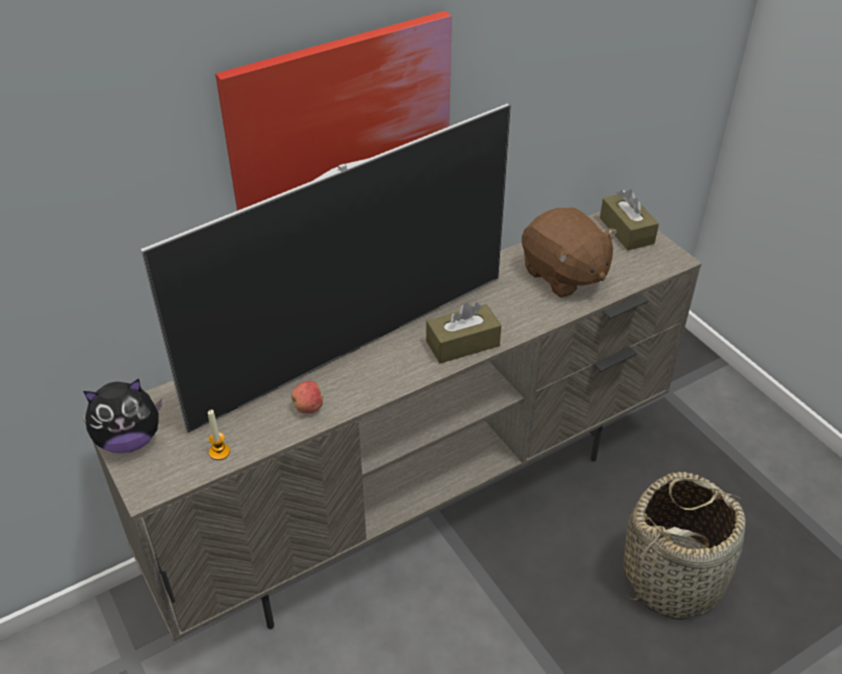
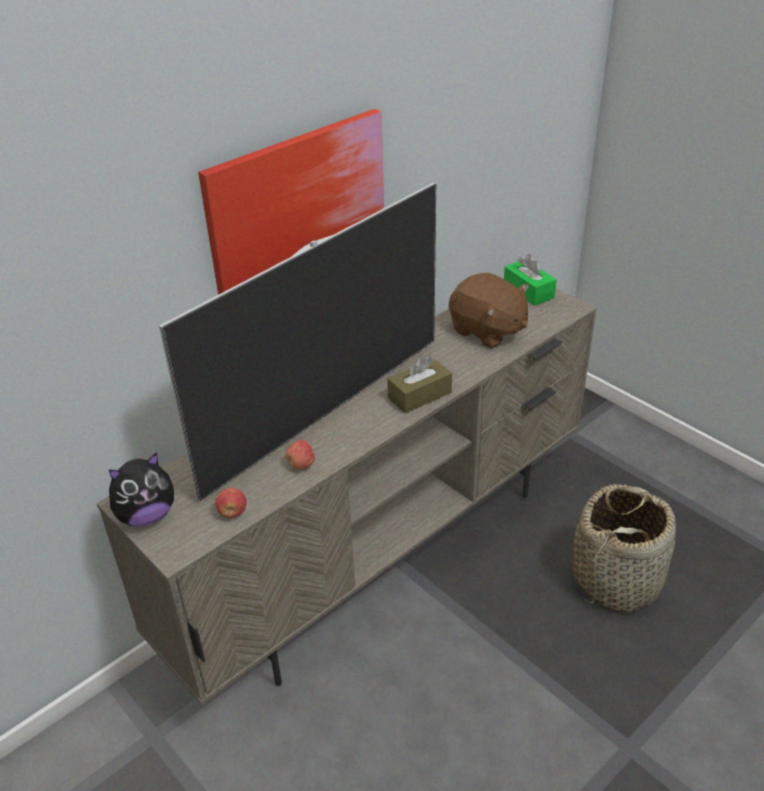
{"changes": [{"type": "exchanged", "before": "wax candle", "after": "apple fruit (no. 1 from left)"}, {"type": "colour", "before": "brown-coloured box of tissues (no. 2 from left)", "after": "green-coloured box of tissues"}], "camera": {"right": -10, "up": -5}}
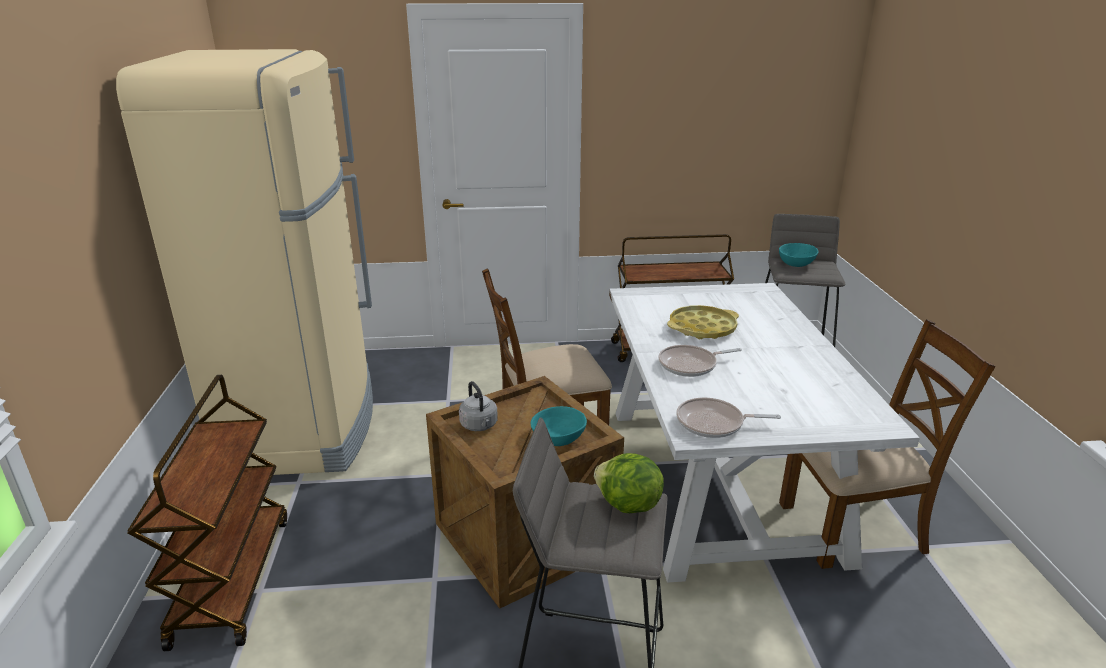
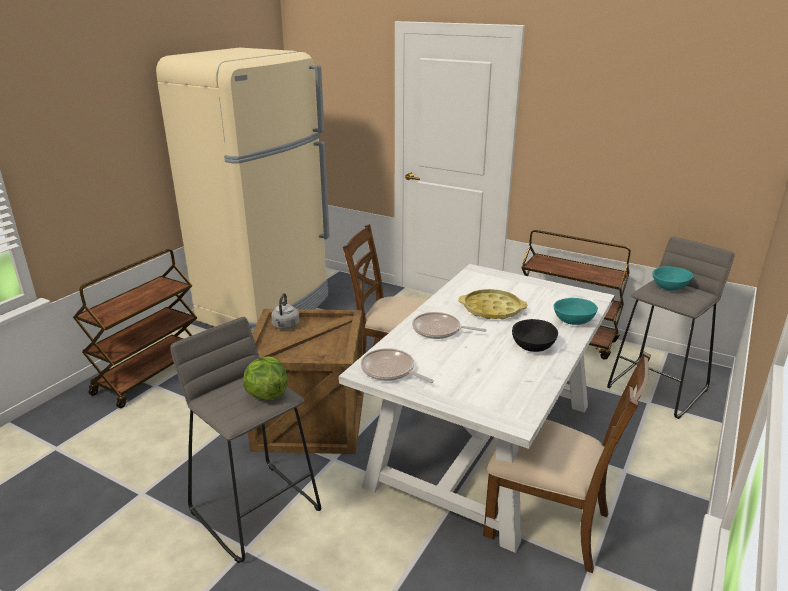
{"changes": [{"type": "appeared", "after": "black deep dish"}, {"type": "relocated", "before": "turquoise deep dish (no. 1 from left)"}], "camera": {"right": 35, "up": 0}}
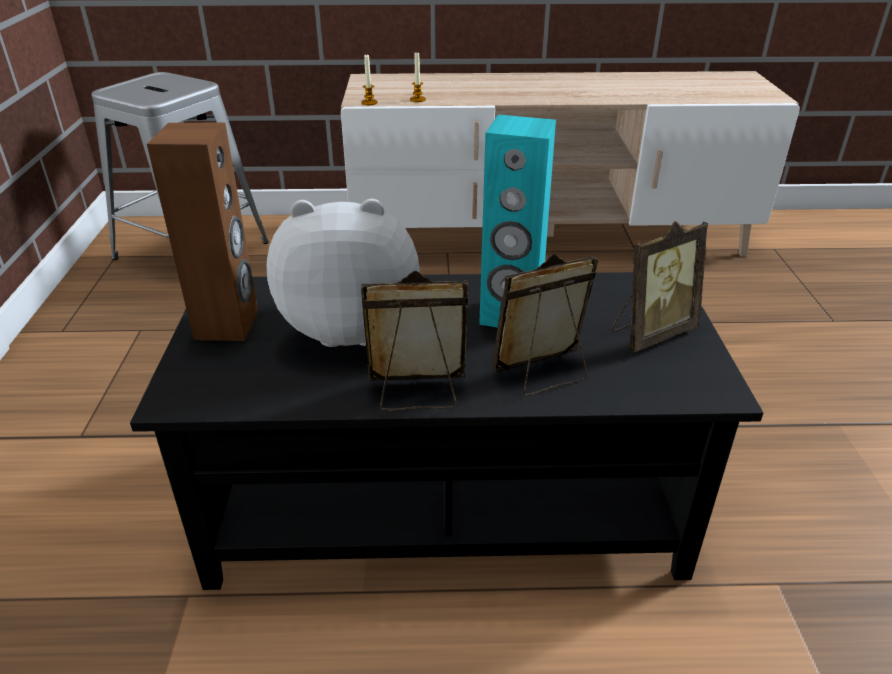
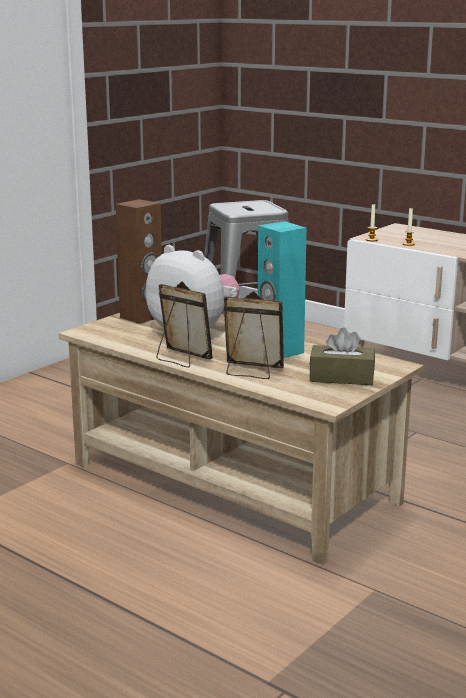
{"changes": [{"type": "exchanged", "before": "standing frame (no. 3 from left)", "after": "brown-coloured box of tissues"}, {"type": "colour", "before": "black lounge table", "after": "beige-coloured lounge table"}], "camera": {"right": 40, "up": -15}}
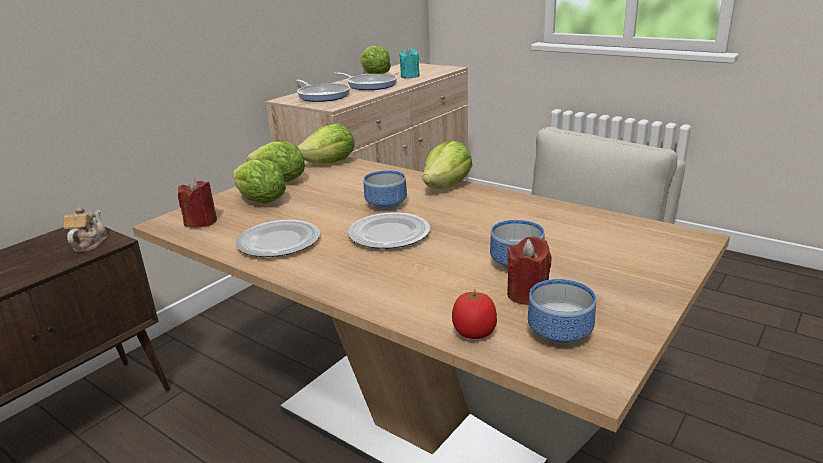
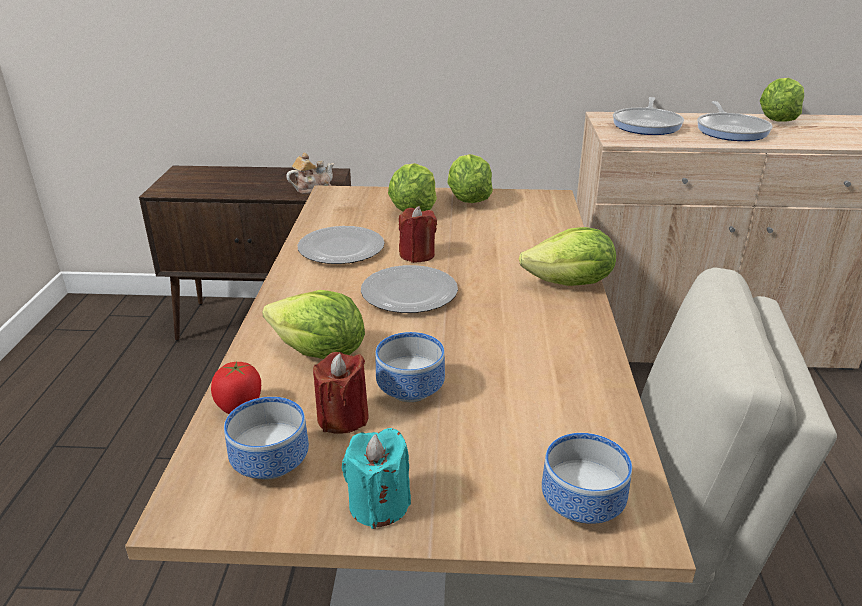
{"changes": [{"type": "relocated", "before": "reddish wax candle (no. 1 from left in the first image)", "after": "reddish wax candle (no. 2 from left)"}, {"type": "relocated", "before": "lettuce head (no. 3 from left in the first image)", "after": "lettuce head (no. 1 from left)"}, {"type": "relocated", "before": "deep dish (no. 1 from left in the first image)", "after": "deep dish (no. 3 from left)"}, {"type": "relocated", "before": "turquoise wax candle"}], "camera": {"right": 55, "up": 5}}
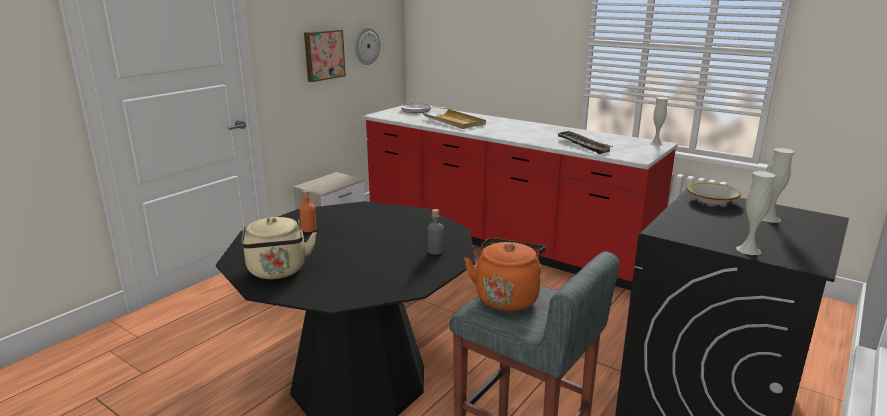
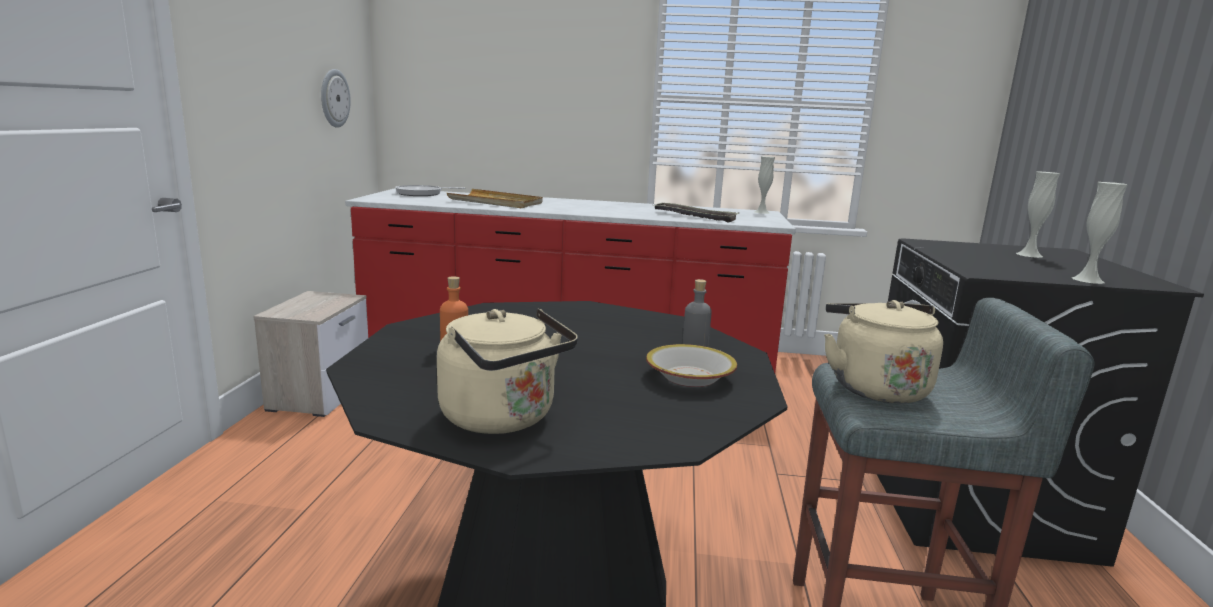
{"changes": [{"type": "missing", "before": "wall art"}, {"type": "relocated", "before": "deep dish"}, {"type": "colour", "before": "orangey water kettle", "after": "beige-coloured water kettle (no. 2 from left)"}], "camera": {"right": -30, "up": -5}}
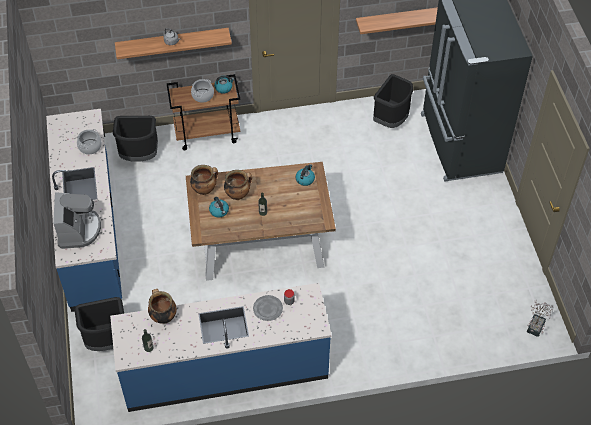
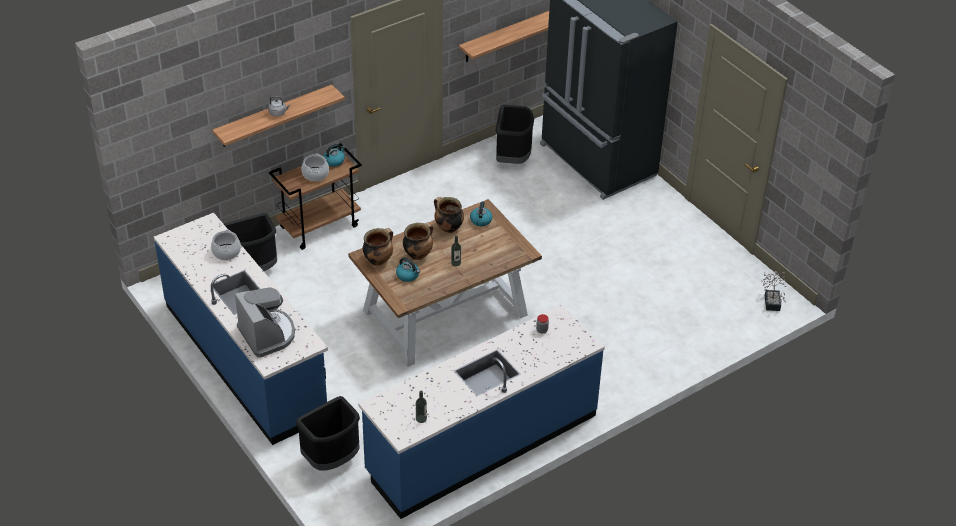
{"changes": [{"type": "missing", "before": "grey plate"}, {"type": "relocated", "before": "saucepot (no. 2 from left in the first image)", "after": "saucepot (no. 5 from left)"}], "camera": {"right": -25, "up": -10}}
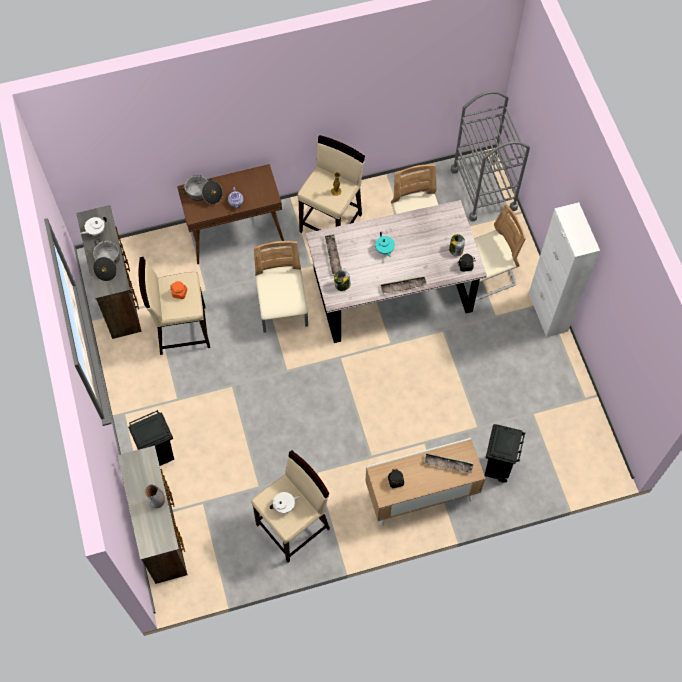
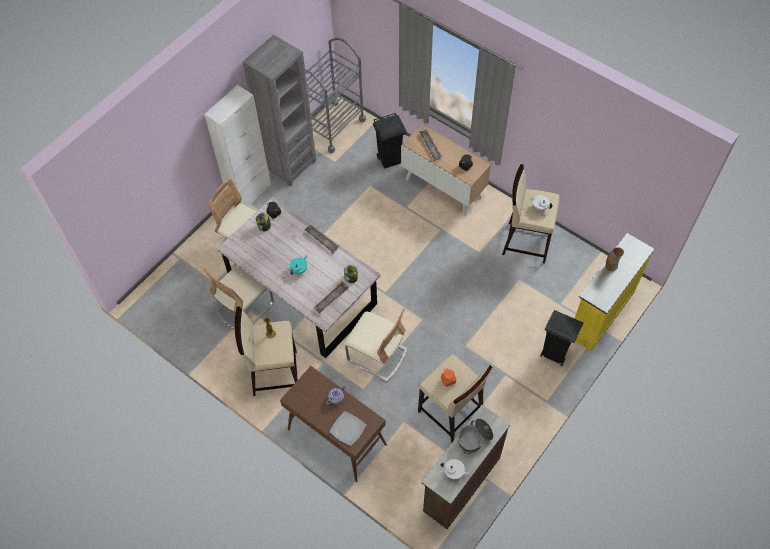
{"changes": [{"type": "appeared", "after": "grey bookshelf"}, {"type": "relocated", "before": "grey wheeled cart"}, {"type": "exchanged", "before": "saucepot (no. 2 from left)", "after": "plate"}, {"type": "colour", "before": "brown-coloured drawer chest (no. 2 from left)", "after": "yellow-coloured drawer chest"}, {"type": "spun", "before": "beige-coloured chair (no. 1 from left in the first image)", "turn": -105}], "camera": {"right": -125, "up": -5}}
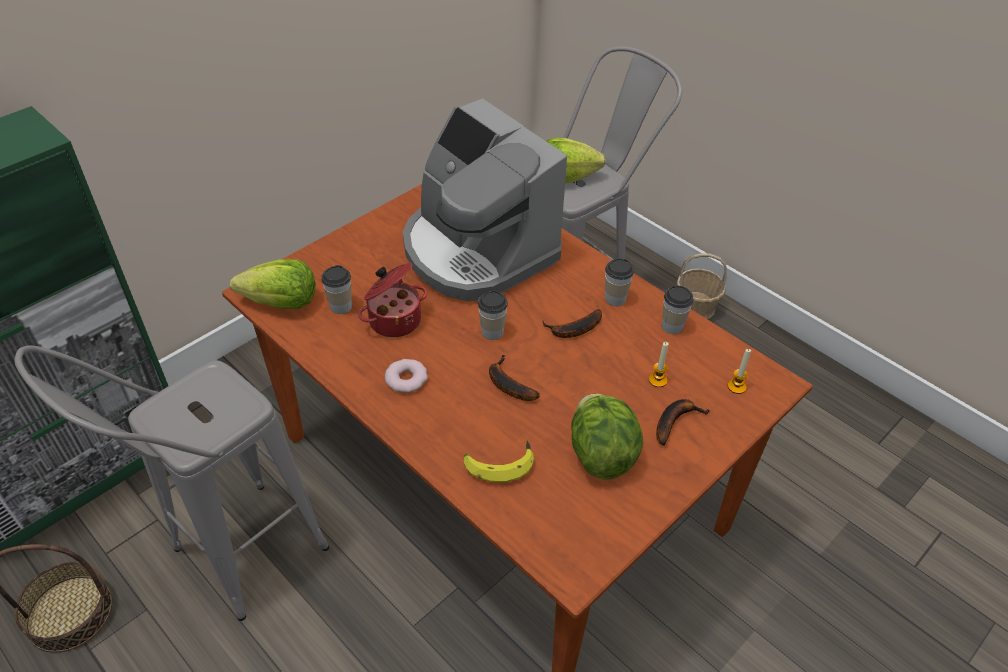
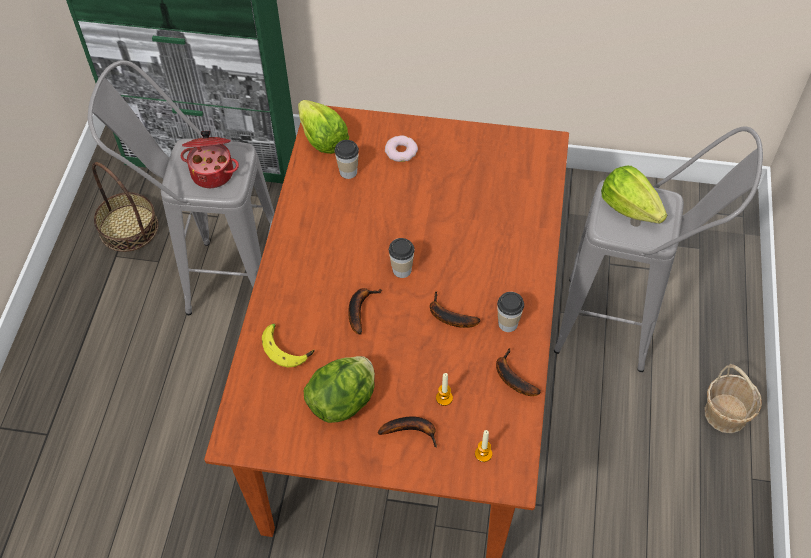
{"changes": [{"type": "missing", "before": "coffee maker"}, {"type": "relocated", "before": "saucepot"}, {"type": "relocated", "before": "doughnut"}, {"type": "exchanged", "before": "cup (no. 4 from left)", "after": "banana (no. 5 from left)"}], "camera": {"right": 55, "up": 10}}
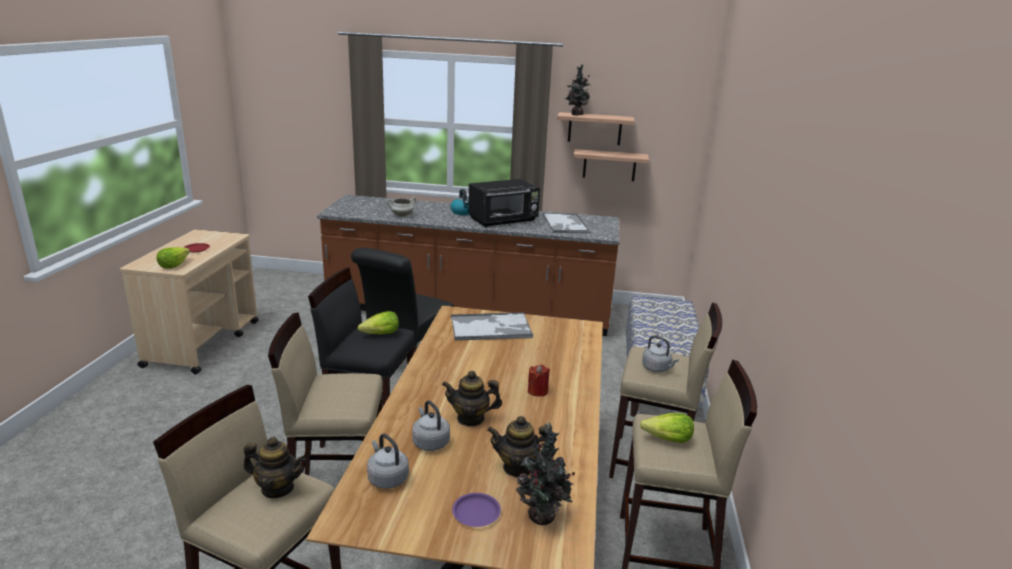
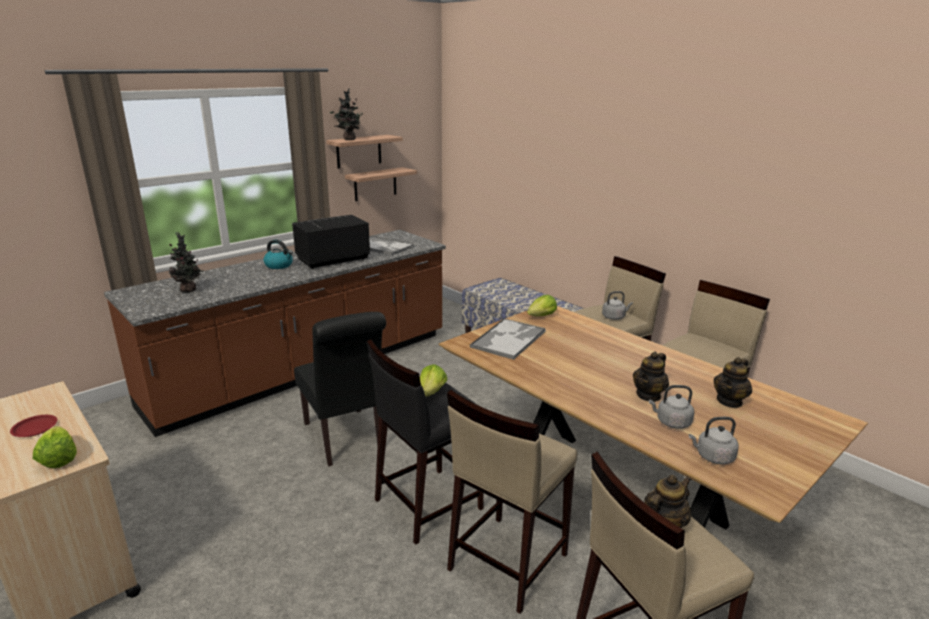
{"changes": [{"type": "missing", "before": "whitish saucepot"}, {"type": "missing", "before": "purple-coloured plate"}, {"type": "missing", "before": "reddish wax candle"}, {"type": "relocated", "before": "potted plant (no. 1 from left)"}, {"type": "relocated", "before": "lettuce head (no. 3 from left)"}, {"type": "spun", "before": "black microwave", "turn": -135}], "camera": {"right": -50, "up": 0}}
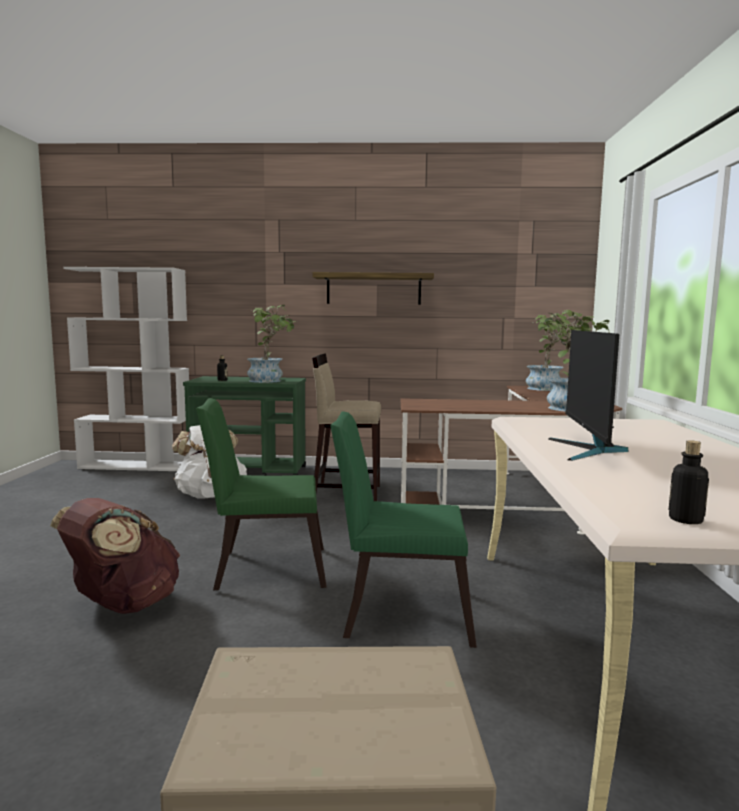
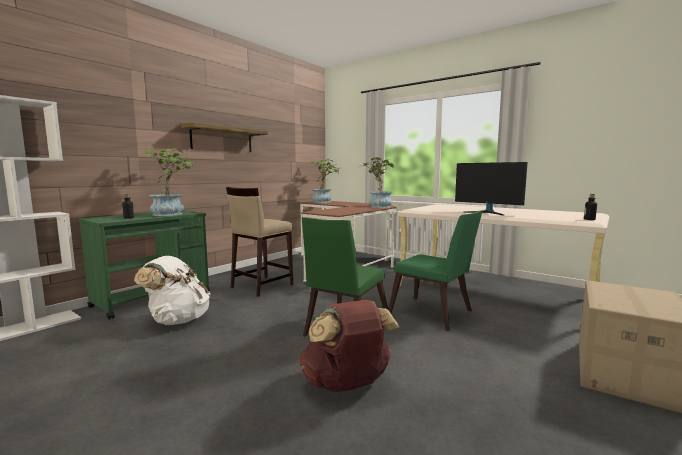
{"changes": [{"type": "spun", "before": "green-coloured chair (no. 2 from left)", "turn": -90}], "camera": {"right": -55, "up": 0}}
